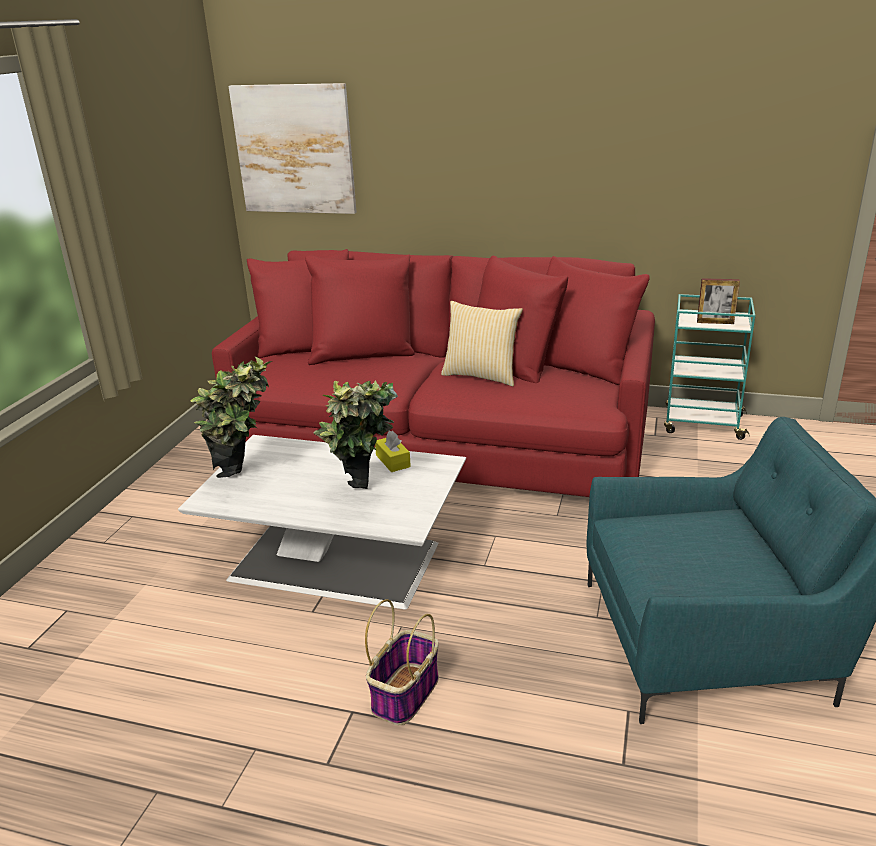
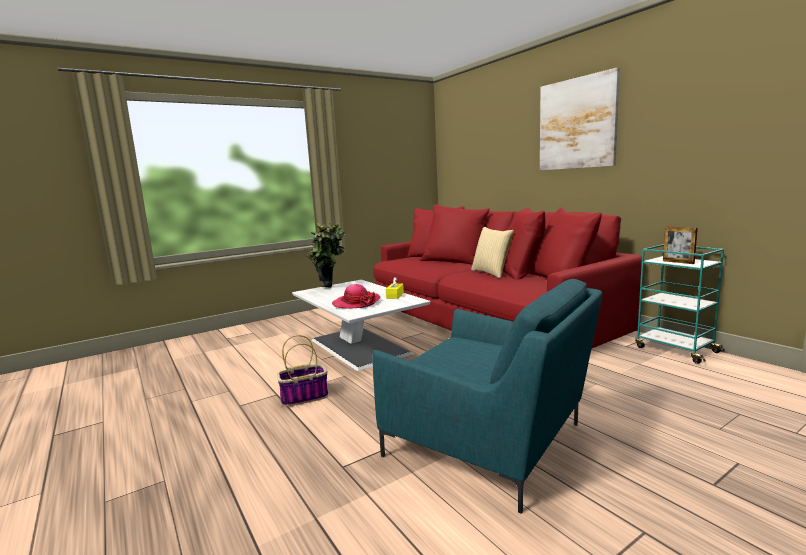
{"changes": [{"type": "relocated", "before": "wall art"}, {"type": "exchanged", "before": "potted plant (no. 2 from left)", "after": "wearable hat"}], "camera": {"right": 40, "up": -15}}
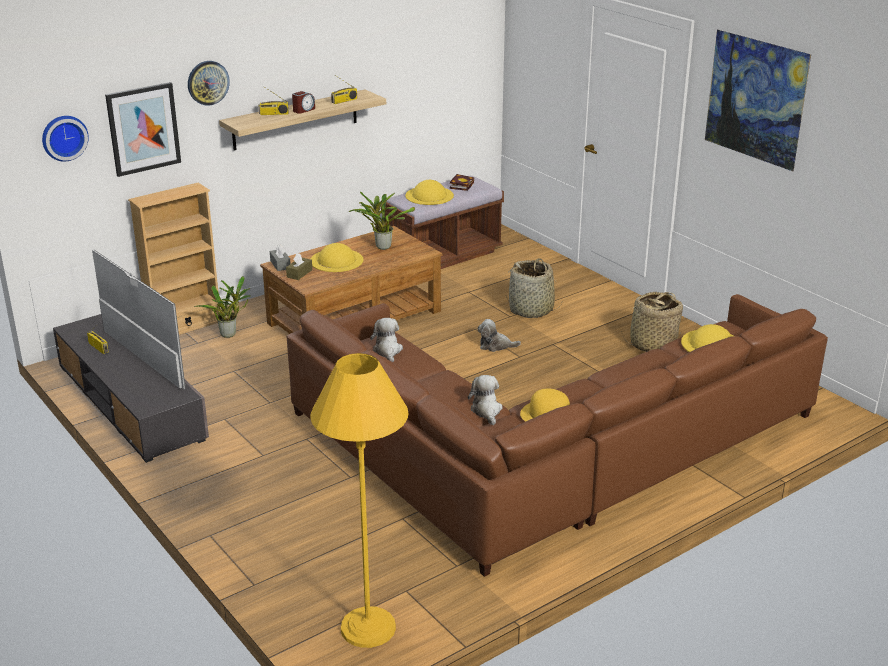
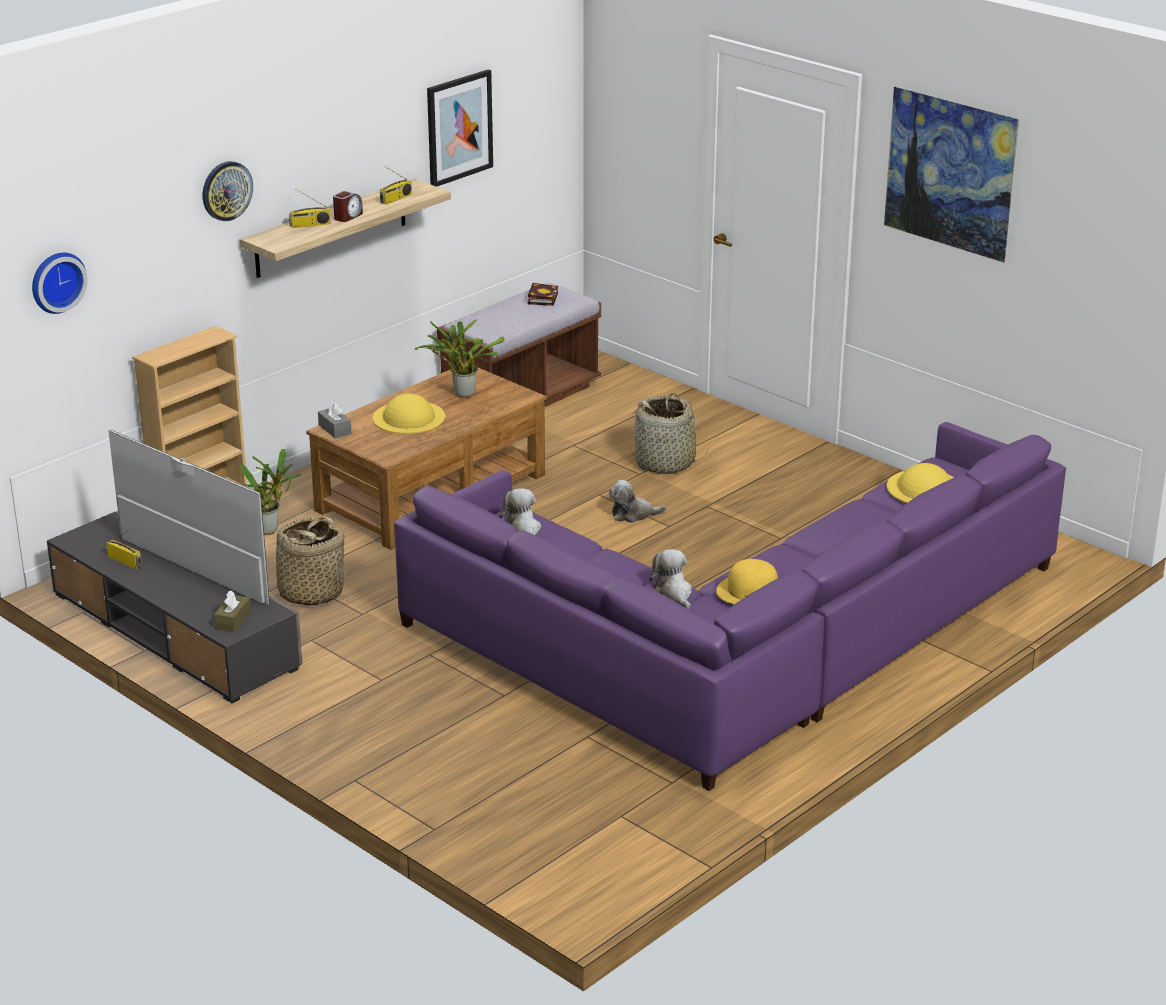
{"changes": [{"type": "missing", "before": "yellow-coloured standard lamp"}, {"type": "missing", "before": "yellow-coloured wearable hat (no. 2 from left)"}, {"type": "relocated", "before": "wall art (no. 1 from left)"}, {"type": "relocated", "before": "brown-coloured box of tissues"}, {"type": "relocated", "before": "basket (no. 2 from left in the first image)", "after": "basket (no. 1 from left)"}, {"type": "colour", "before": "brown-coloured couch", "after": "purple-coloured couch"}], "camera": {"right": -10, "up": 0}}
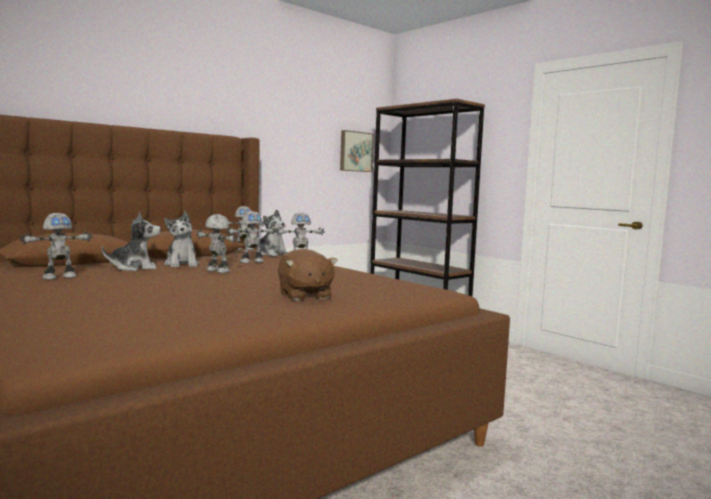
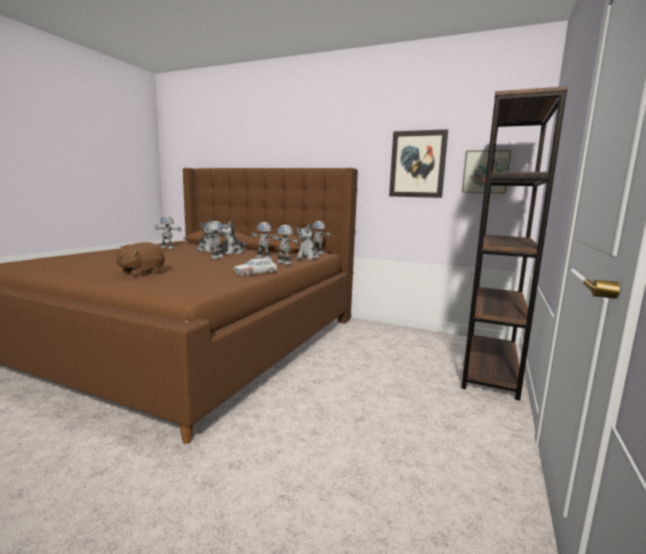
{"changes": [{"type": "appeared", "after": "model car"}, {"type": "appeared", "after": "wall art (no. 1 from left)"}], "camera": {"right": 65, "up": 5}}
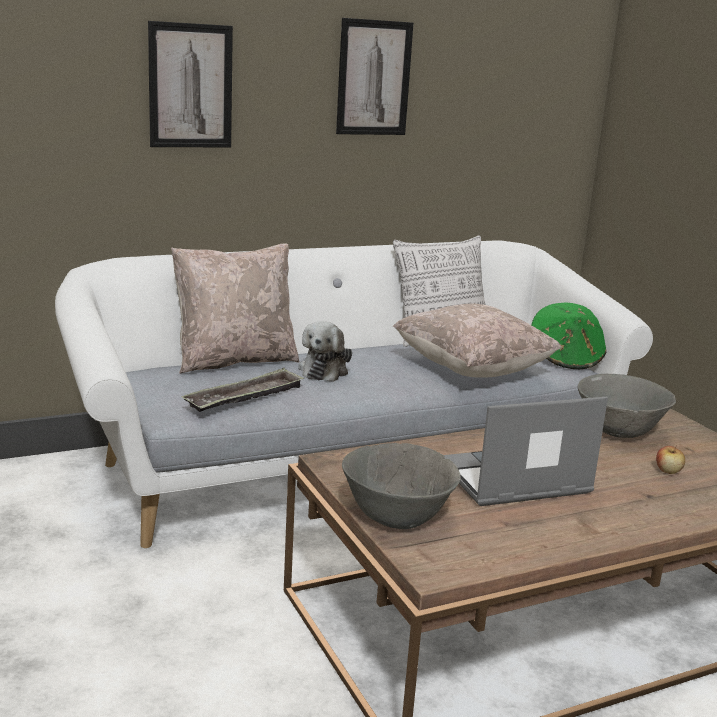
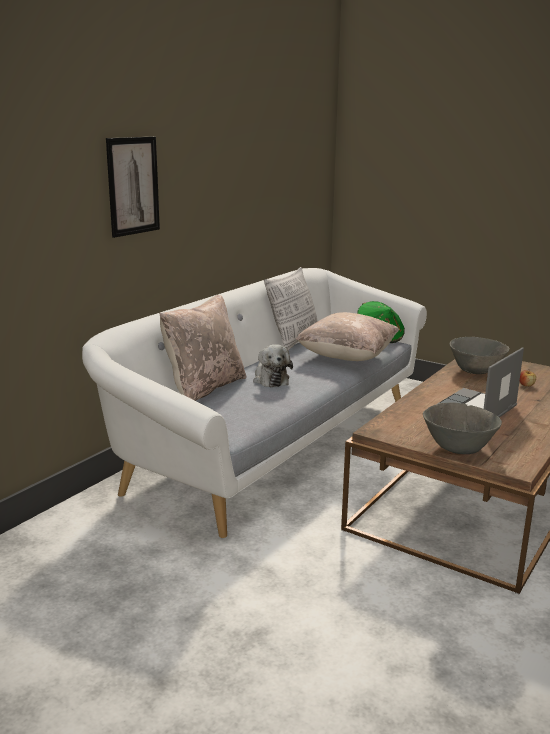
{"changes": [{"type": "missing", "before": "serving tray"}, {"type": "missing", "before": "wall art (no. 2 from left)"}], "camera": {"right": -30, "up": 0}}
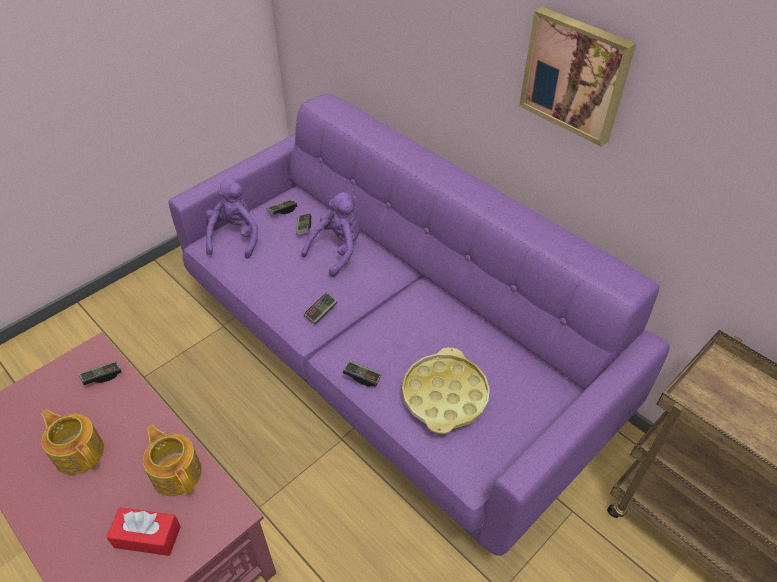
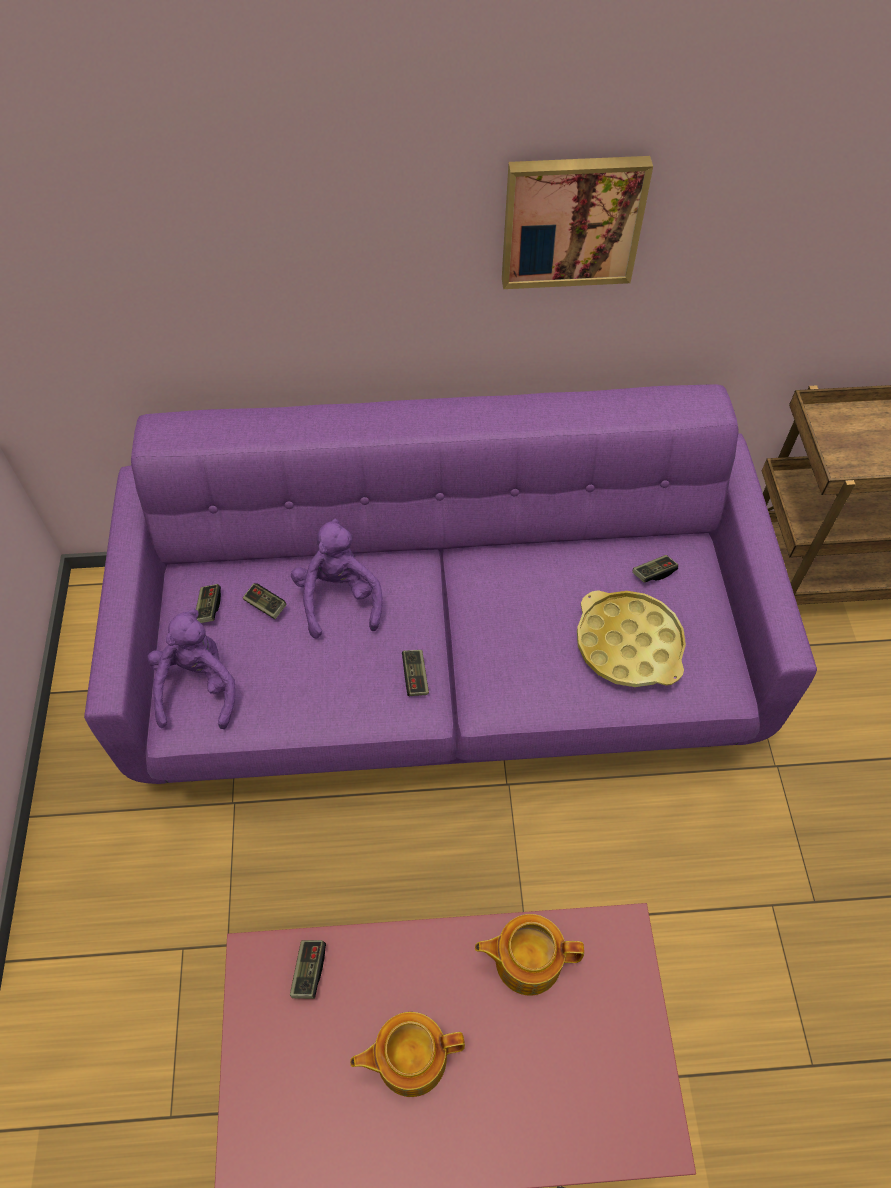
{"changes": [{"type": "missing", "before": "reddish box of tissues"}, {"type": "relocated", "before": "joypad (no. 5 from left)"}, {"type": "spun", "before": "purple-coloured plush toy (no. 1 from left)", "turn": 45}], "camera": {"right": -50, "up": 10}}
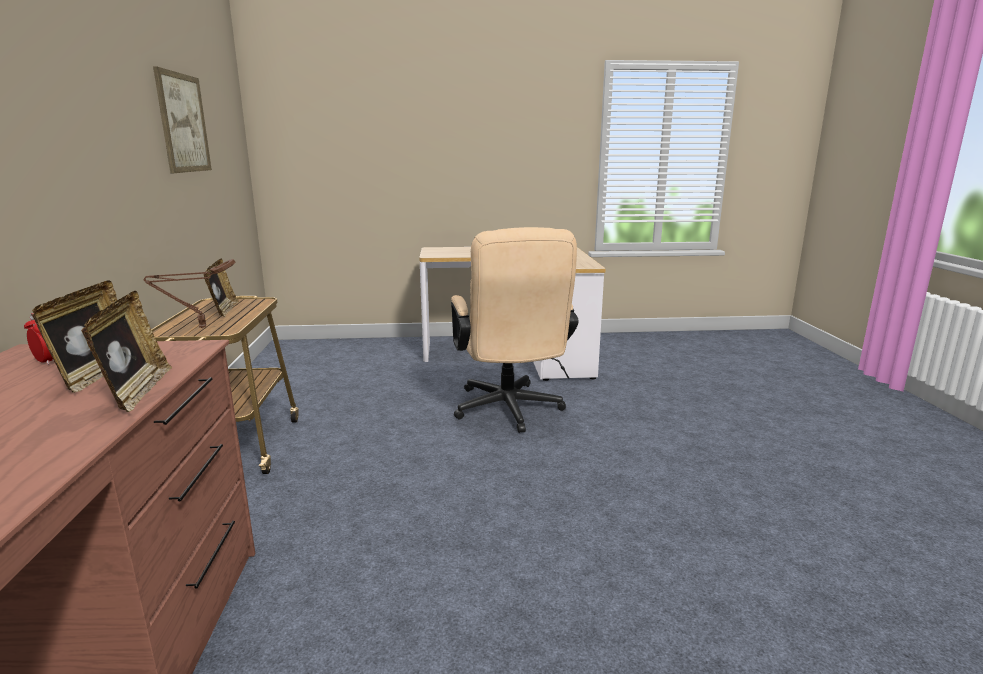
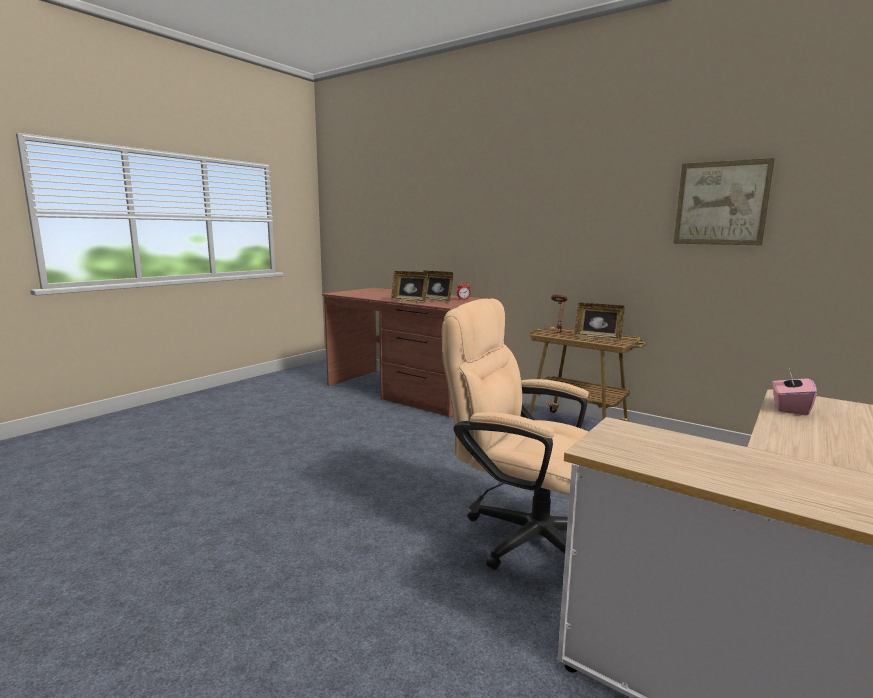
{"changes": [{"type": "appeared", "after": "pinkish box of tissues"}], "camera": {"right": 130, "up": -5}}
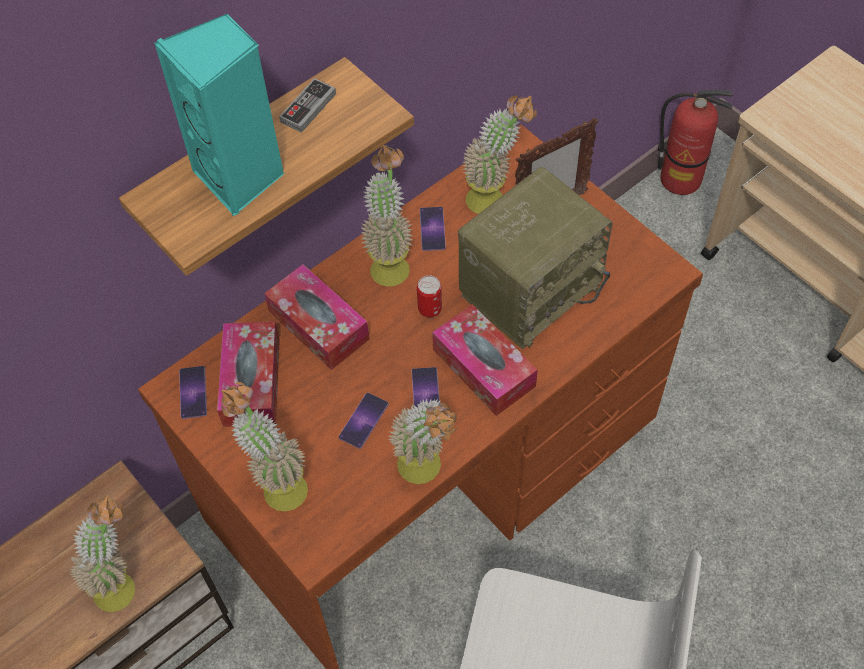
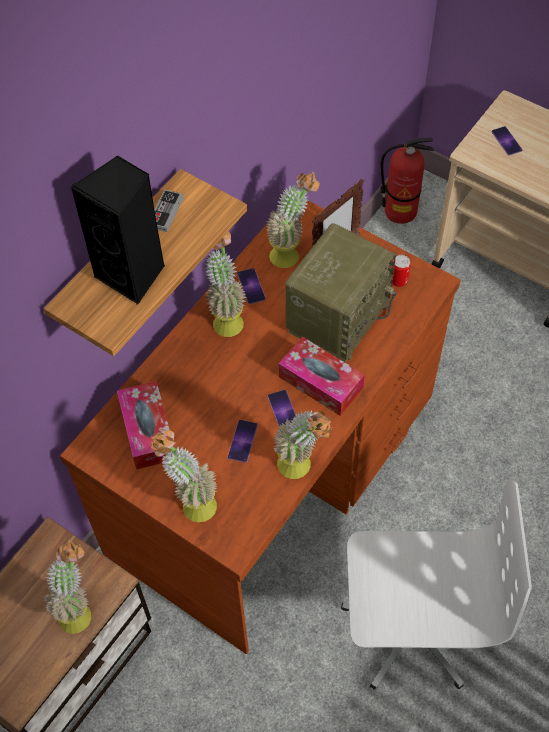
{"changes": [{"type": "missing", "before": "box of tissues (no. 2 from left)"}, {"type": "relocated", "before": "telephone (no. 1 from left in the first image)", "after": "telephone (no. 4 from left)"}, {"type": "relocated", "before": "metal can"}, {"type": "colour", "before": "turquoise speaker", "after": "black speaker"}], "camera": {"right": -15, "up": 0}}
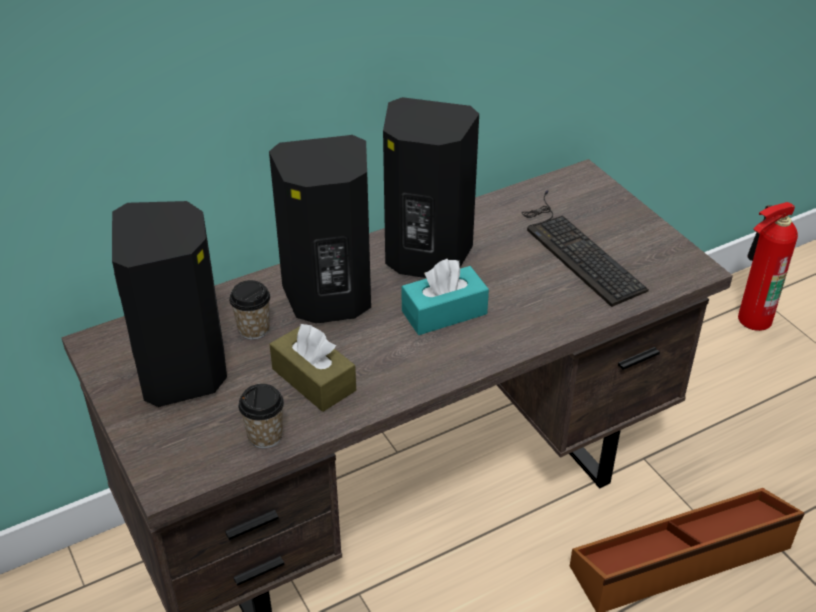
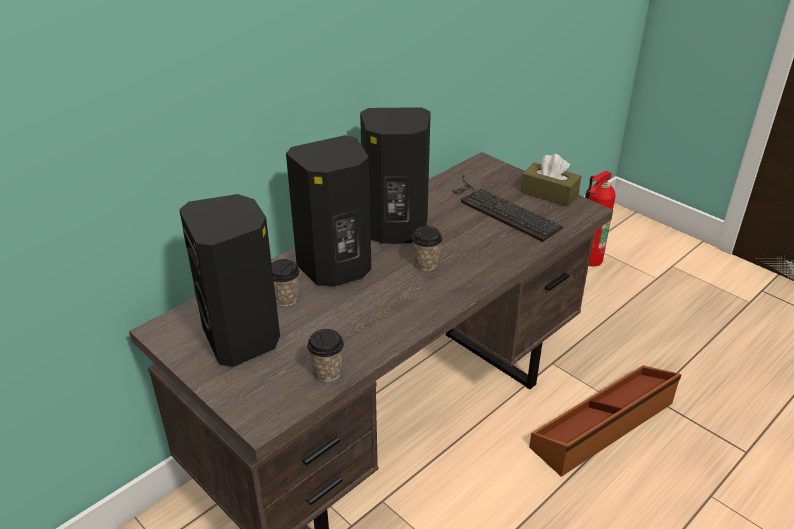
{"changes": [{"type": "relocated", "before": "brown-coloured box of tissues"}, {"type": "exchanged", "before": "turquoise box of tissues", "after": "cup (no. 3 from left)"}], "camera": {"right": -15, "up": -5}}
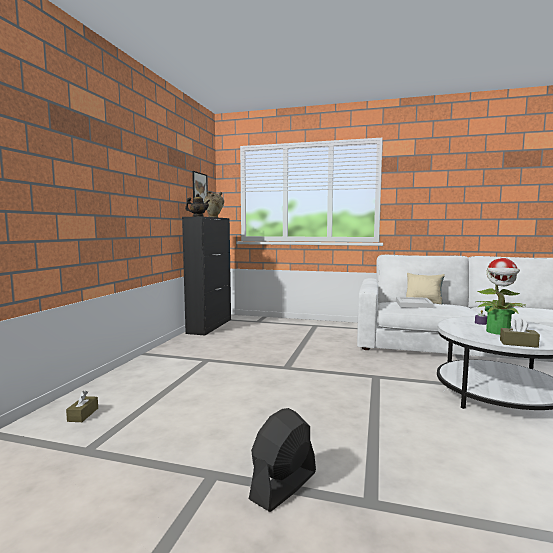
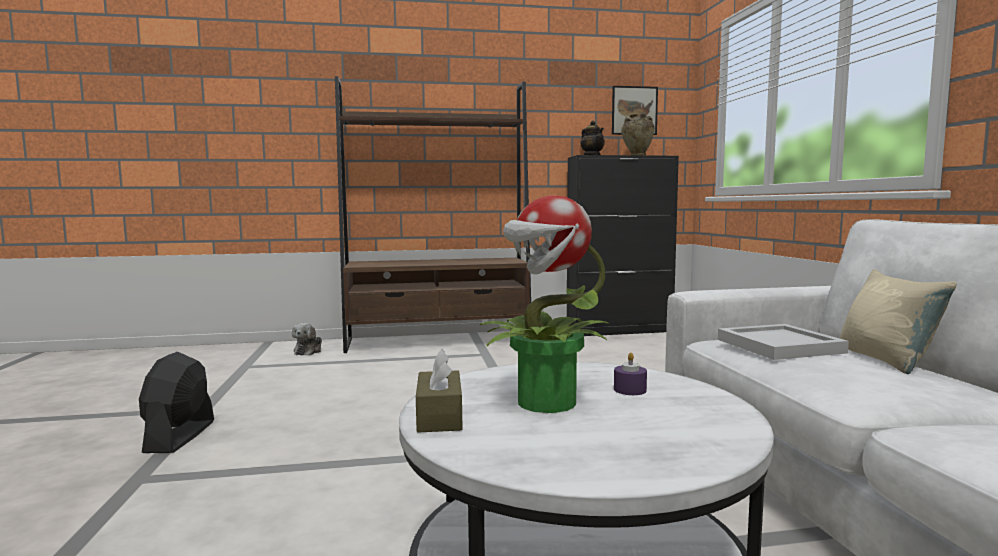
{"changes": [{"type": "appeared", "after": "brown-coloured bookshelf"}, {"type": "exchanged", "before": "brown-coloured box of tissues (no. 1 from left)", "after": "plush toy"}, {"type": "spun", "before": "black fan", "turn": -105}], "camera": {"right": 65, "up": 0}}
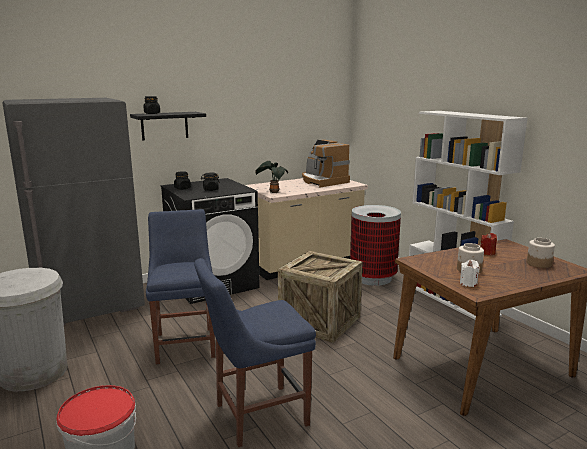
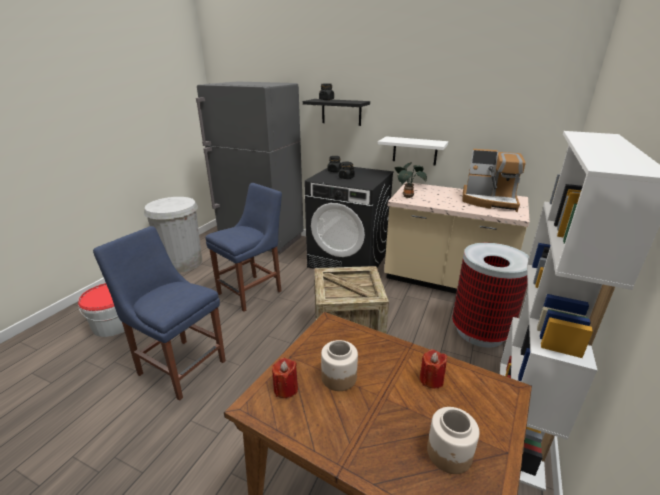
{"changes": [{"type": "appeared", "after": "whitish shelf"}, {"type": "colour", "before": "whitish wax candle", "after": "reddish wax candle (no. 1 from left)"}, {"type": "spun", "before": "coffee maker", "turn": -90}], "camera": {"right": 55, "up": 10}}
